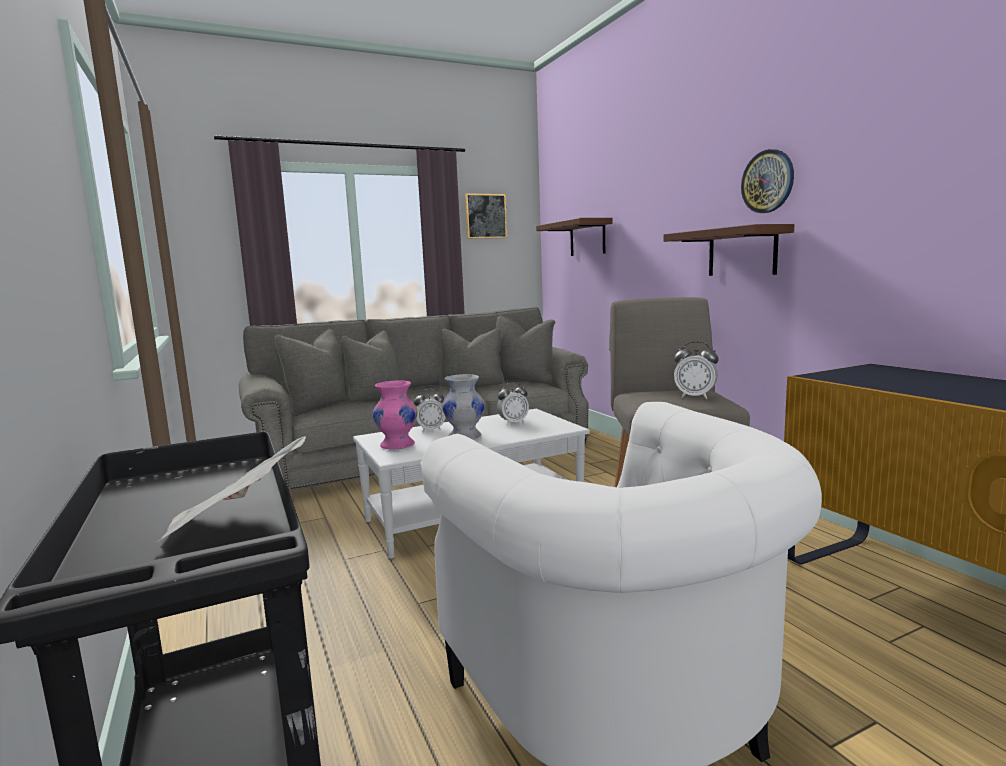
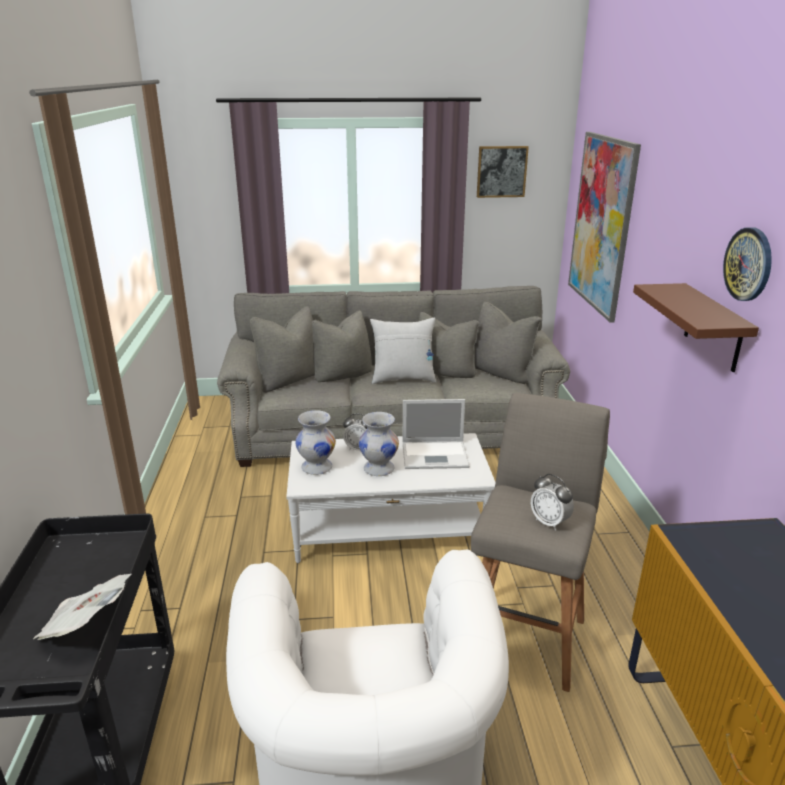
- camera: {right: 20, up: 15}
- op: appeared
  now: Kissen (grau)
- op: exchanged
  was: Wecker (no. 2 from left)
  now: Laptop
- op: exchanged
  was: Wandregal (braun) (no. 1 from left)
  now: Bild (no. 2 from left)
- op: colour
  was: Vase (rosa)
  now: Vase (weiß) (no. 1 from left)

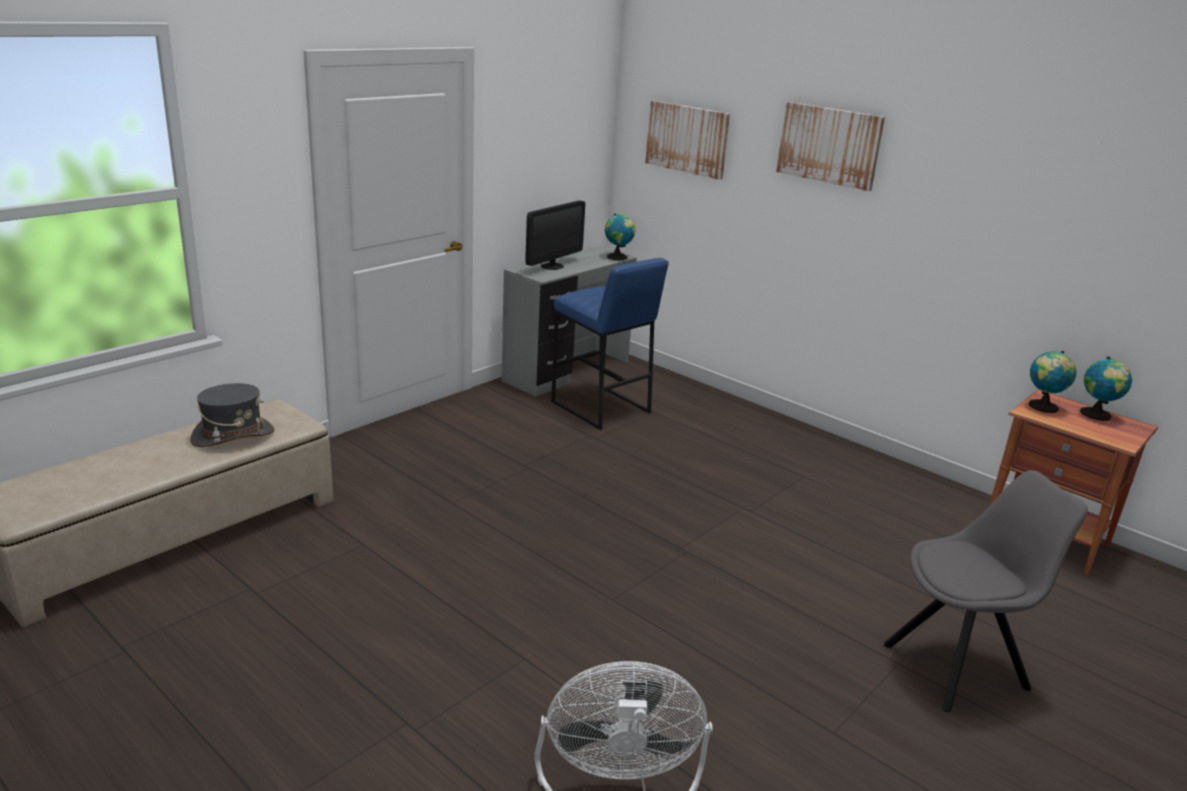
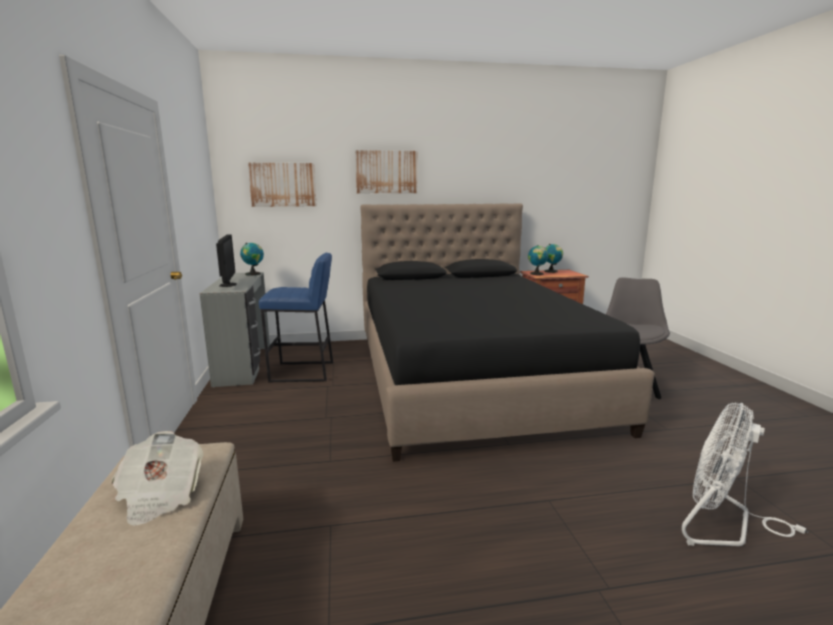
- camera: {right: -50, up: -10}
- op: appeared
  now: Bett (schwarz)
- op: exchanged
  was: Hut (grau)
  now: Zeitung

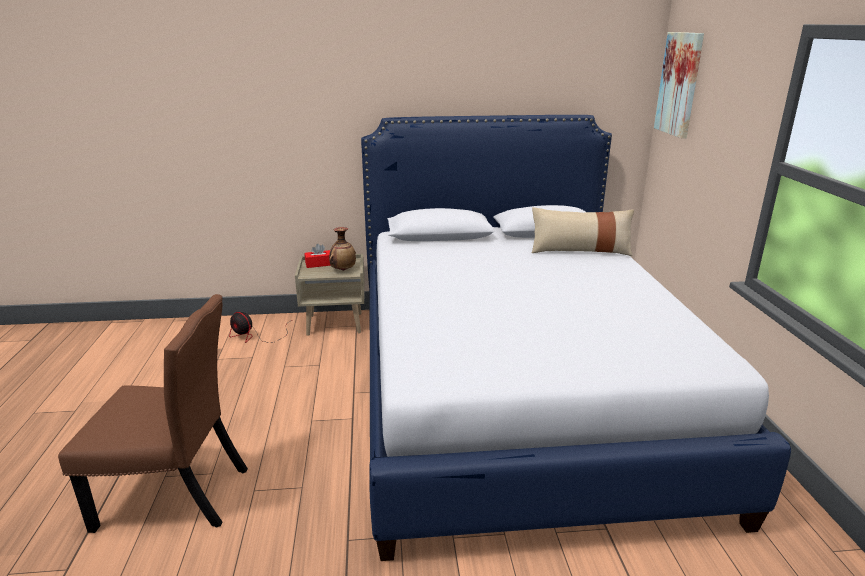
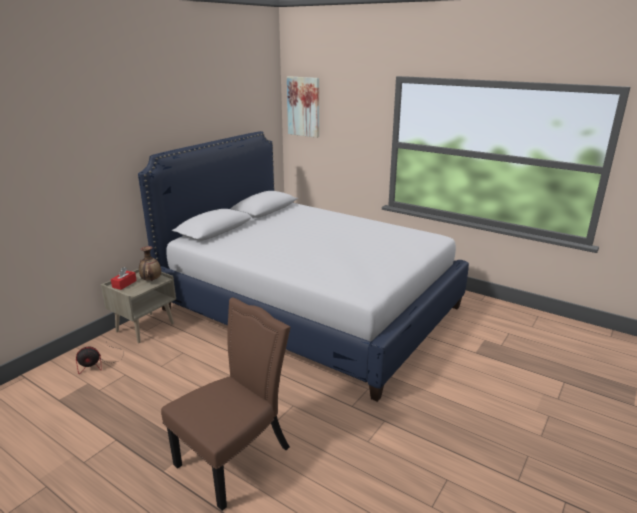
- camera: {right: -50, up: 0}
- op: missing
  was: Kissen (beige)

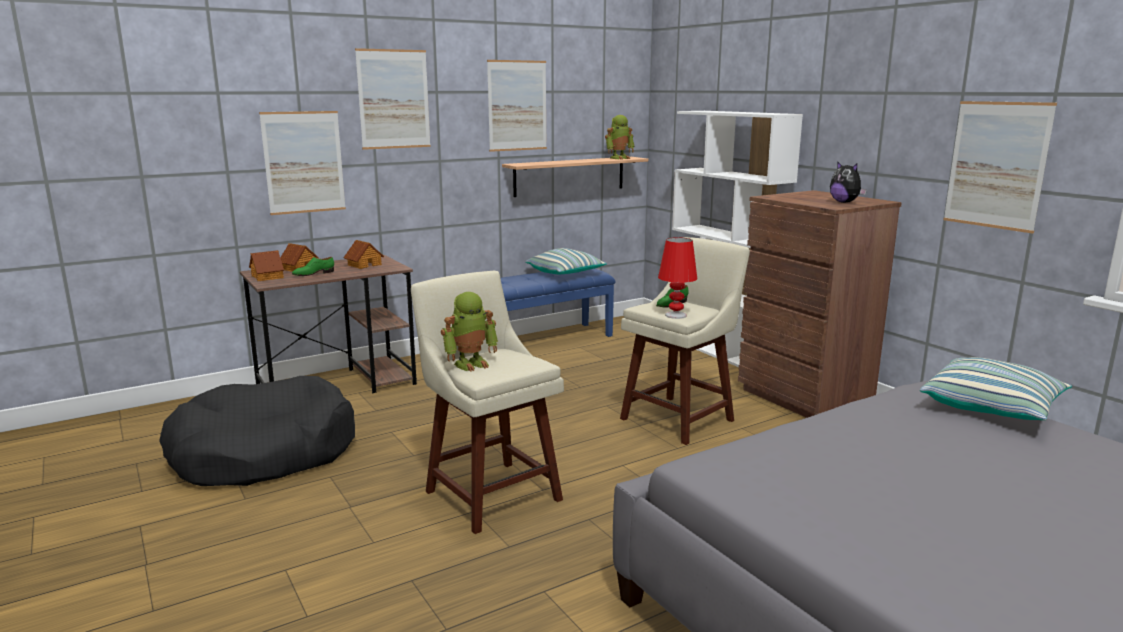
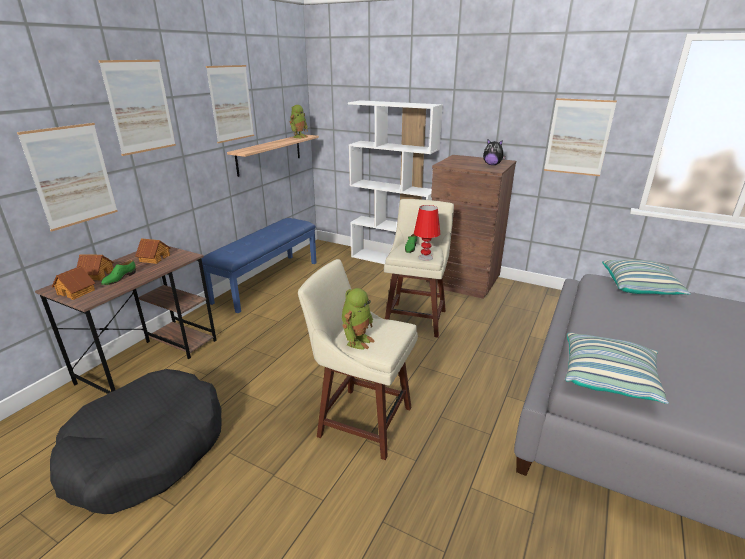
- camera: {right: -30, up: 10}
- op: relocated
  was: Kissen (no. 1 from left)

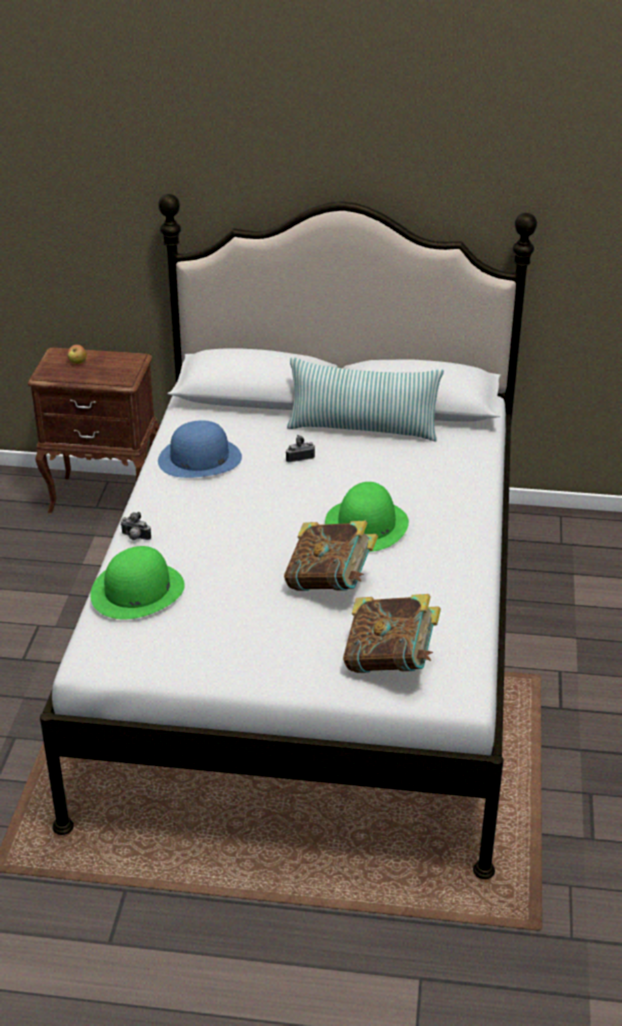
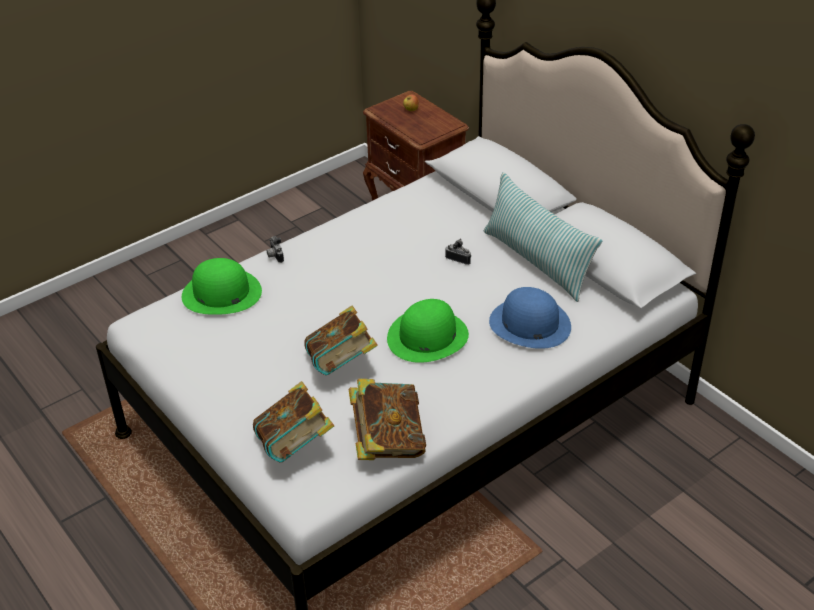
- camera: {right: 45, up: 5}
- op: appeared
  now: Buch (no. 3 from left)
- op: relocated
  was: Hut (blau)

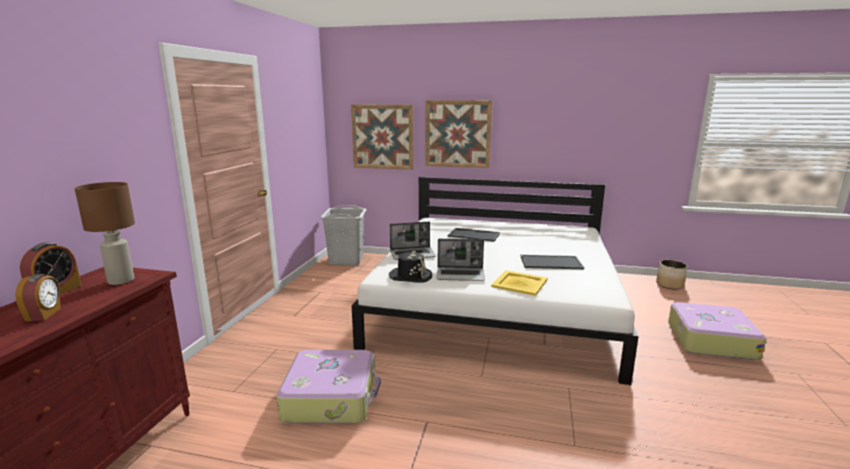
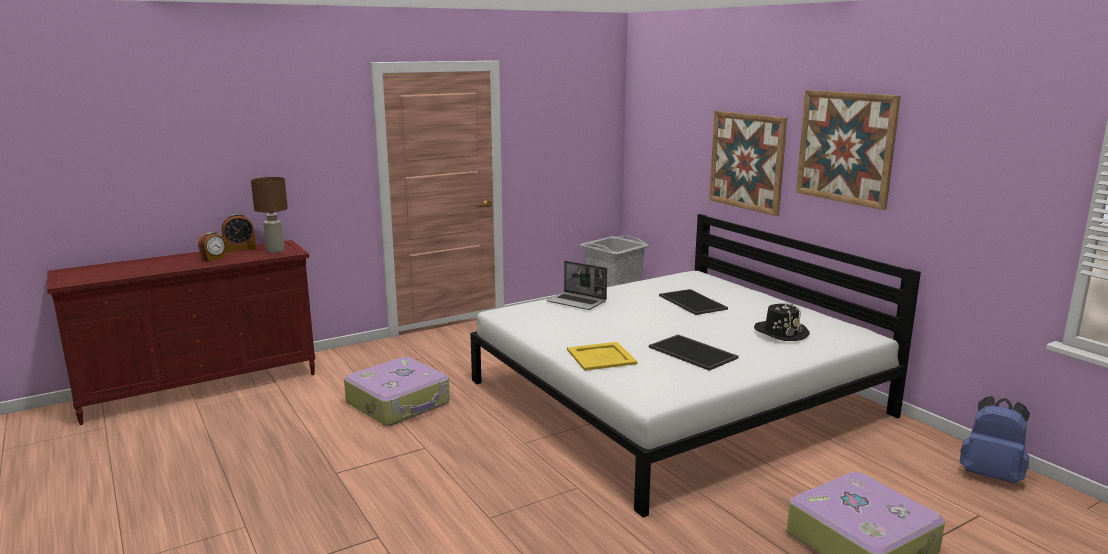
- camera: {right: 45, up: 0}
- op: missing
  was: Laptop (no. 2 from left)
- op: relocated
  was: Bild (no. 1 from left in the first image)
  now: Bild (no. 2 from left)
- op: relocated
  was: Hut (schwarz)
- op: exchanged
  was: Pflanzkübel
  now: Rucksack (blau)

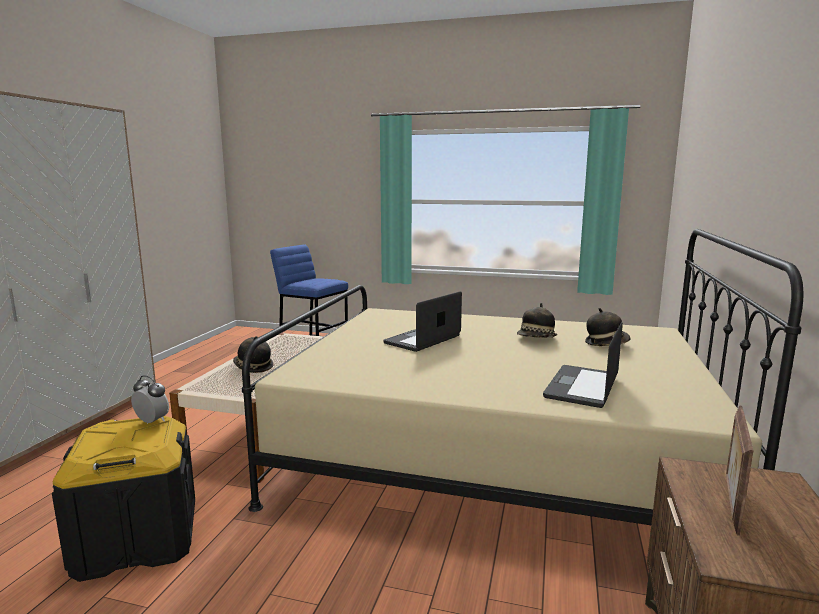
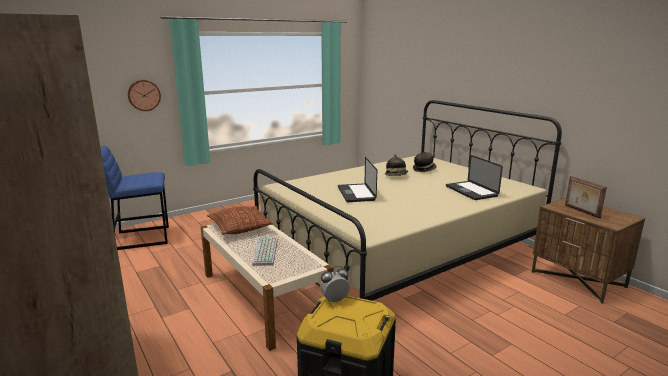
- camera: {right: -50, up: 5}
- op: appeared
  now: Wanduhr
- op: appeared
  now: Kissen (braun)
- op: exchanged
  was: Hut (no. 1 from left)
  now: Tastatur

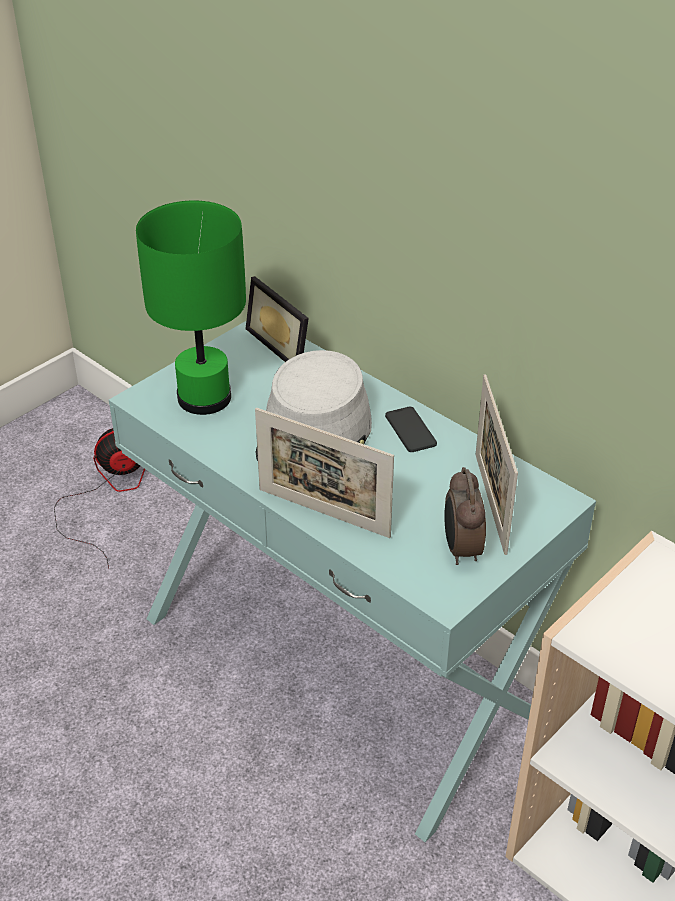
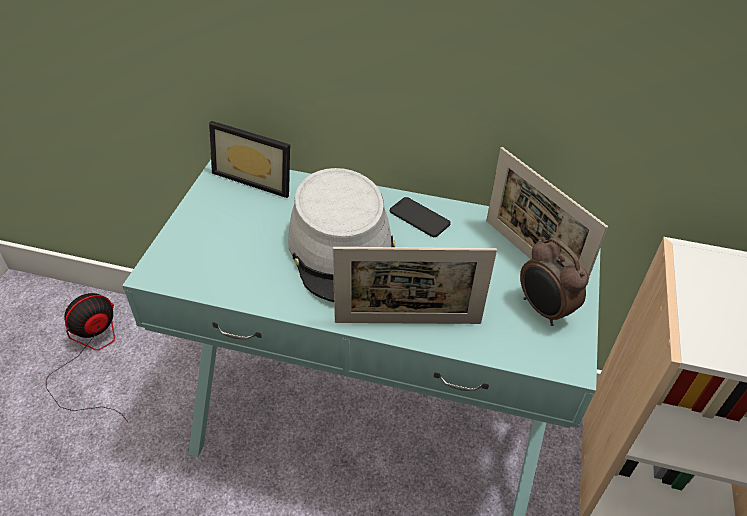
- camera: {right: -30, up: 5}
- op: missing
  was: Tischlampe (grün)

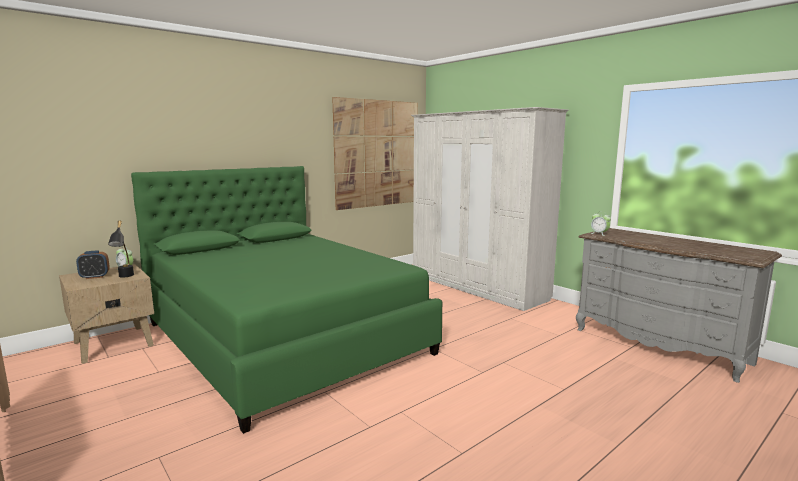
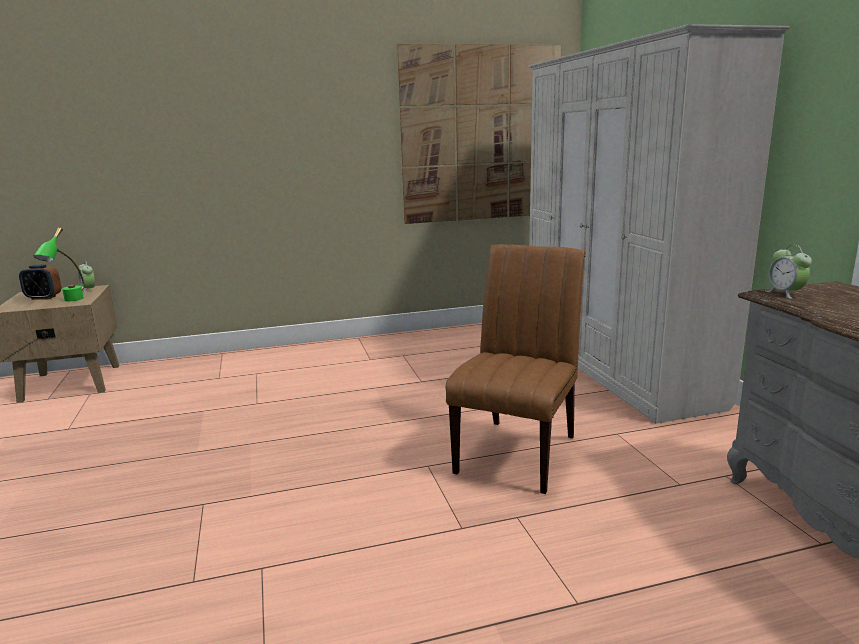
- camera: {right: 25, up: 5}
- op: missing
  was: Bett (grün)
- op: appeared
  now: Stuhl (braun)
- op: colour
  was: Tischlampe (schwarz)
  now: Tischlampe (grün)

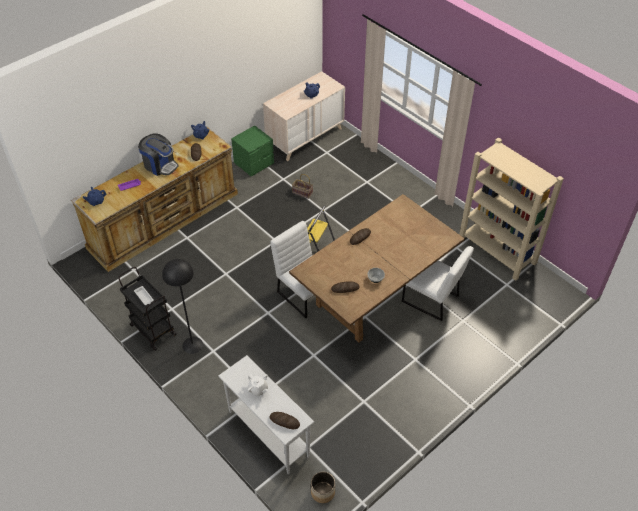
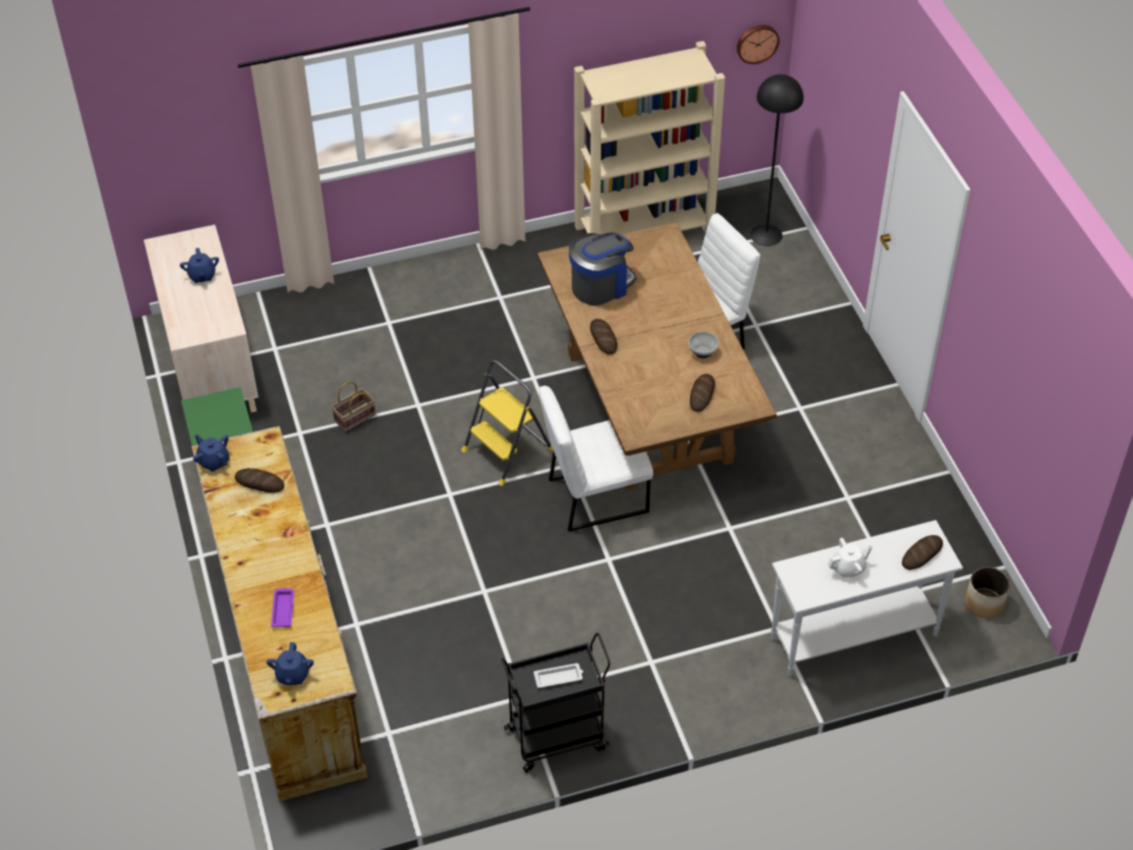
- camera: {right: -65, up: 0}
- op: appeared
  now: Wanduhr
- op: relocated
  was: Kaffeemaschine
- op: relocated
  was: Stehlampe (schwarz)

